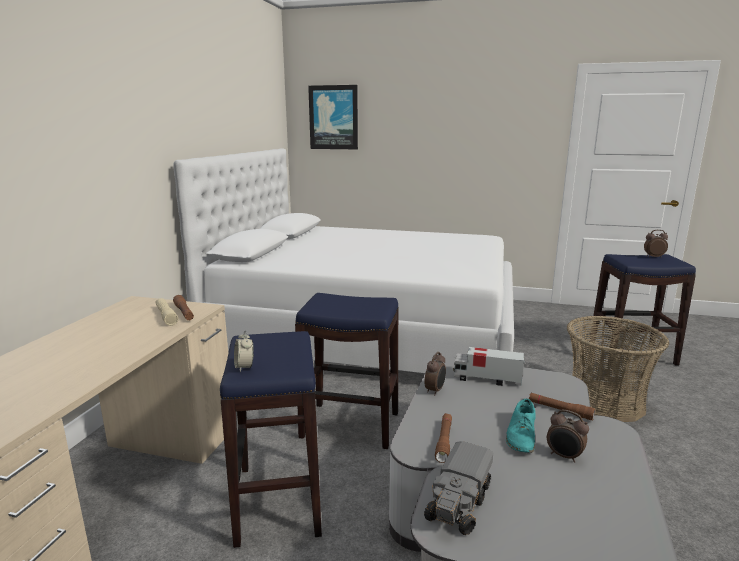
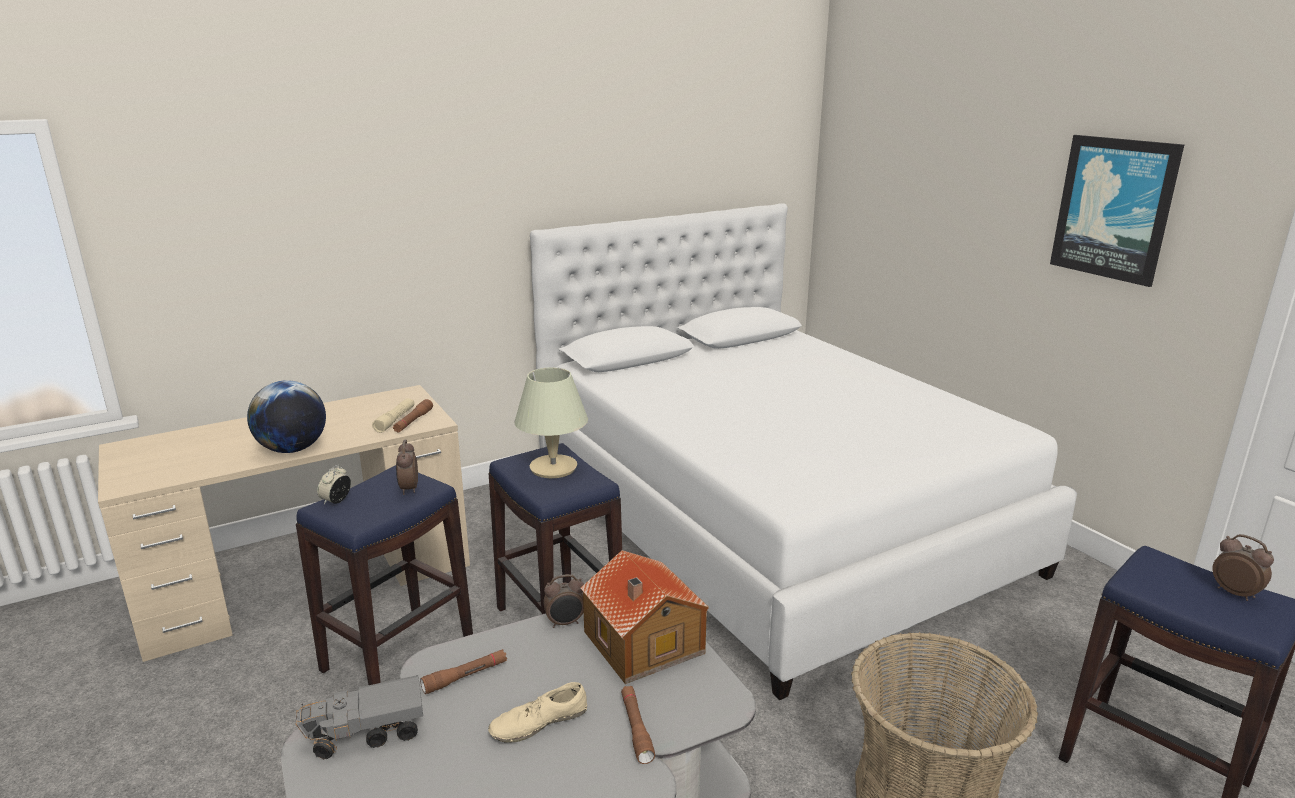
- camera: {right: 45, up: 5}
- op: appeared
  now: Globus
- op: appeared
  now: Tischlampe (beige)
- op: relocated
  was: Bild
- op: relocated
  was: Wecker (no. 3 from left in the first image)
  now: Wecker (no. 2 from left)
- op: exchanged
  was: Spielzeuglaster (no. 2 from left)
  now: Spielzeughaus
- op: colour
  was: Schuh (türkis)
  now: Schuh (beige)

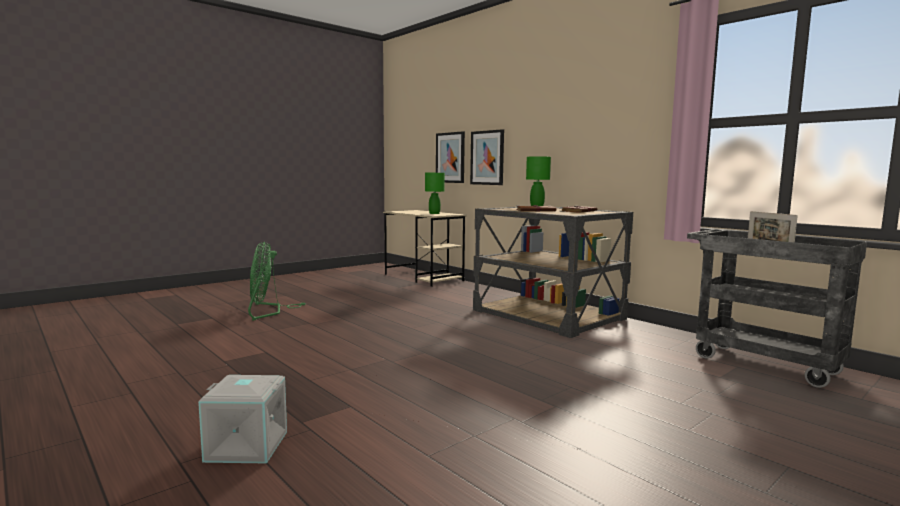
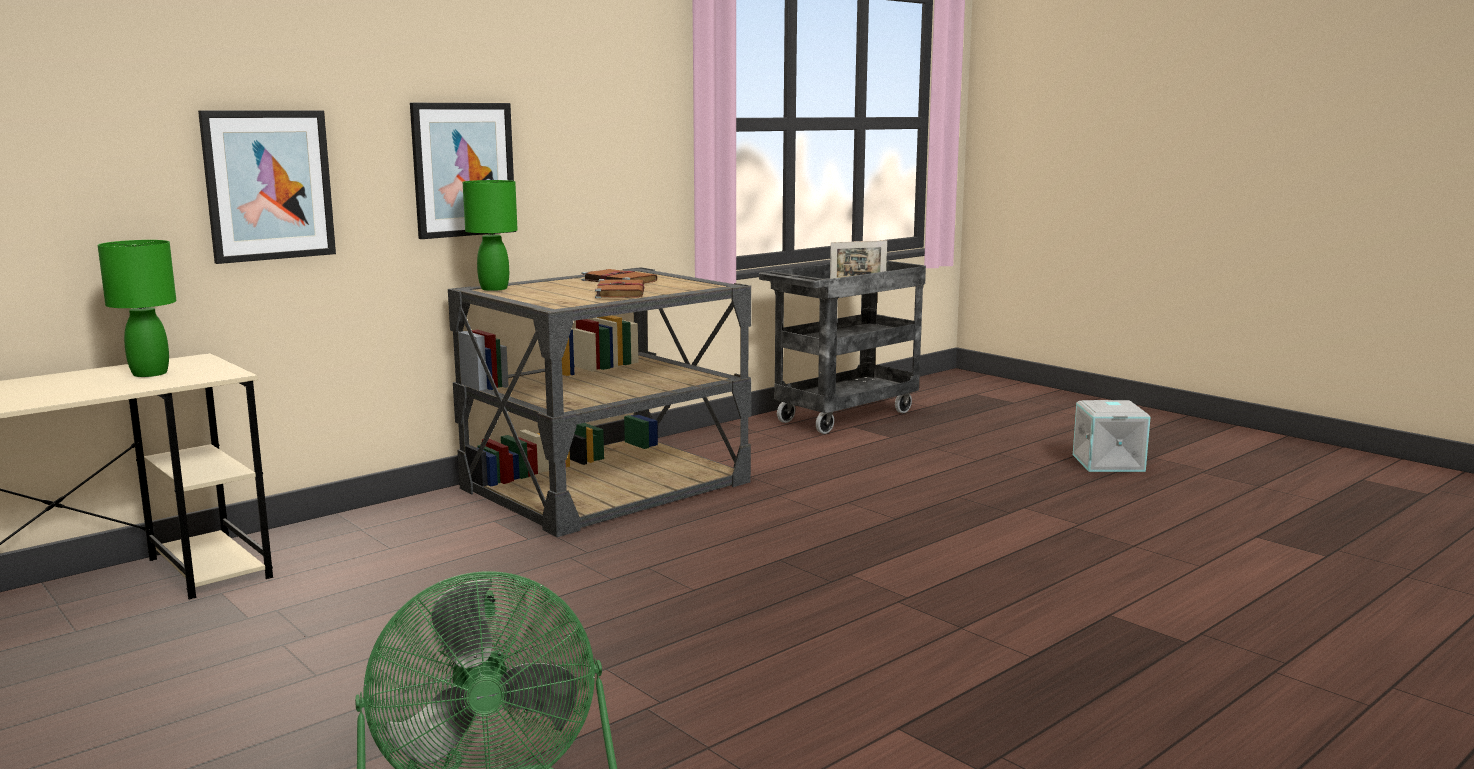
- camera: {right: -90, up: 5}
- op: relocated
  was: Aufbewahrungsbox (grau)
- op: relocated
  was: Bild (no. 1 from left in the first image)
  now: Bild (no. 2 from left)

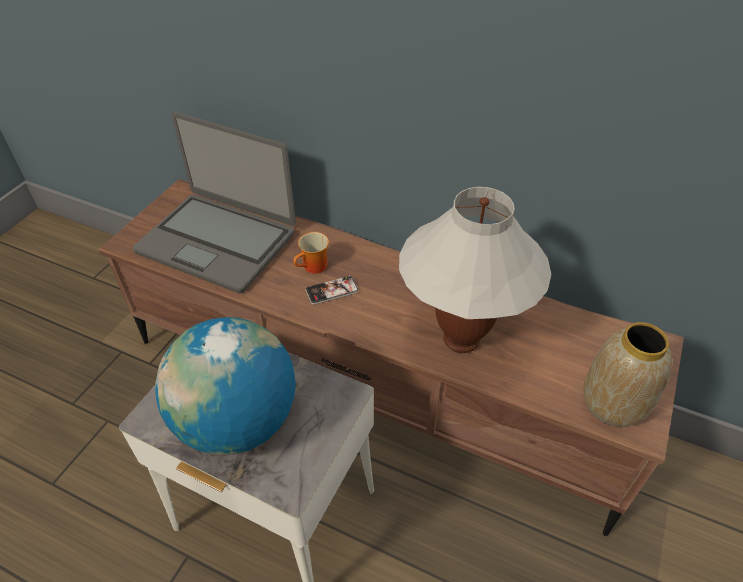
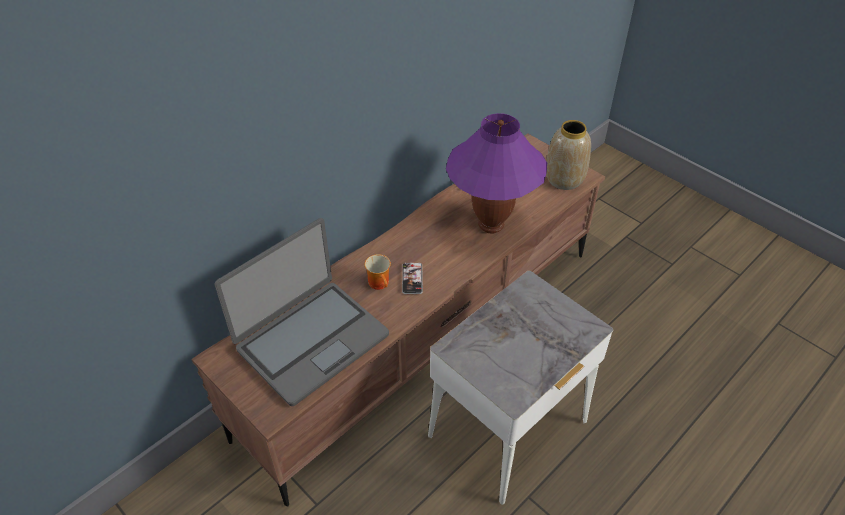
- camera: {right: -70, up: 0}
- op: missing
  was: Globus
- op: colour
  was: Tischlampe (weiß)
  now: Tischlampe (lila)

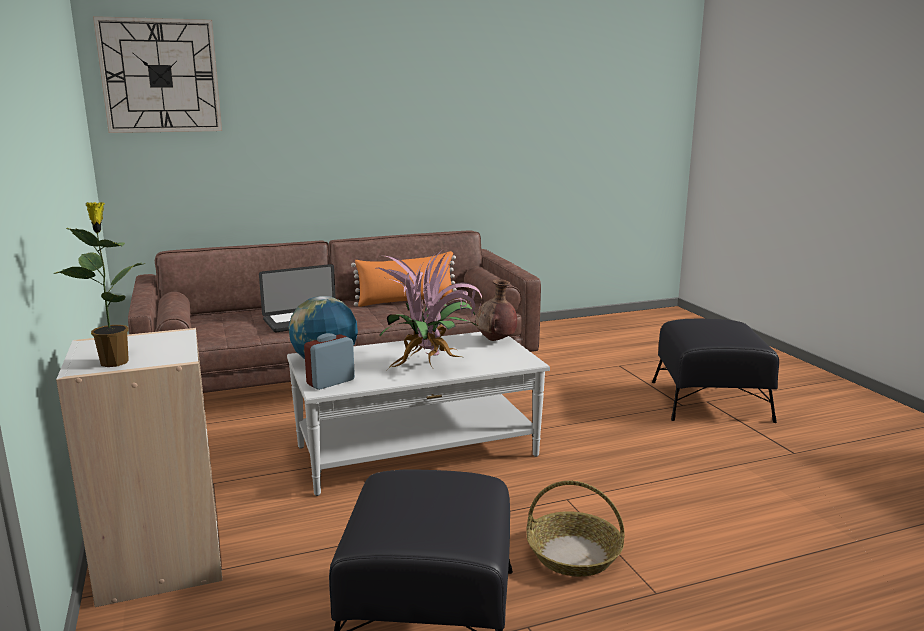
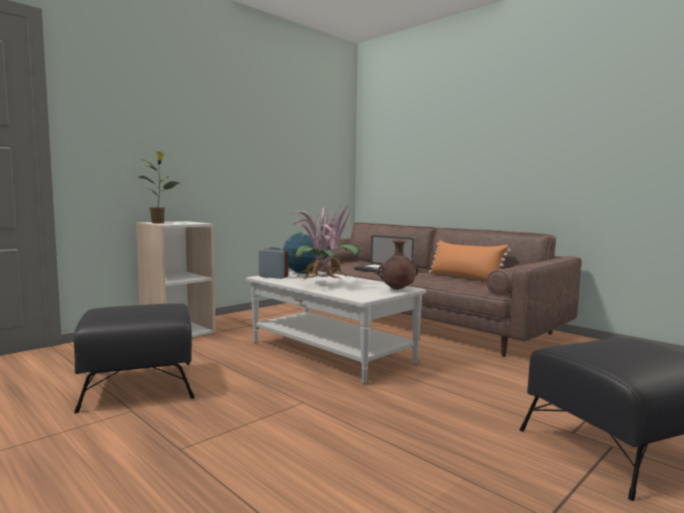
- camera: {right: 65, up: -10}
- op: missing
  was: Wanduhr
- op: missing
  was: Korb

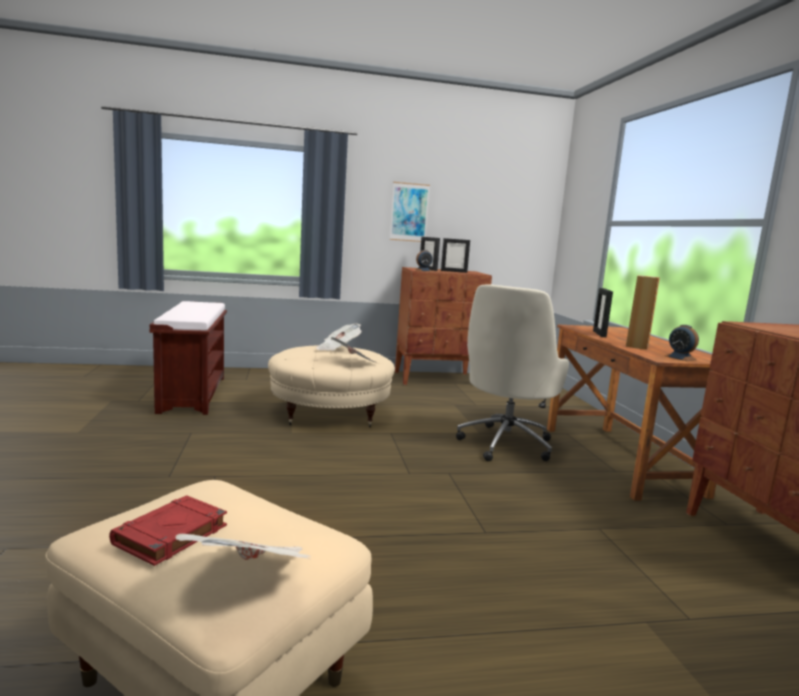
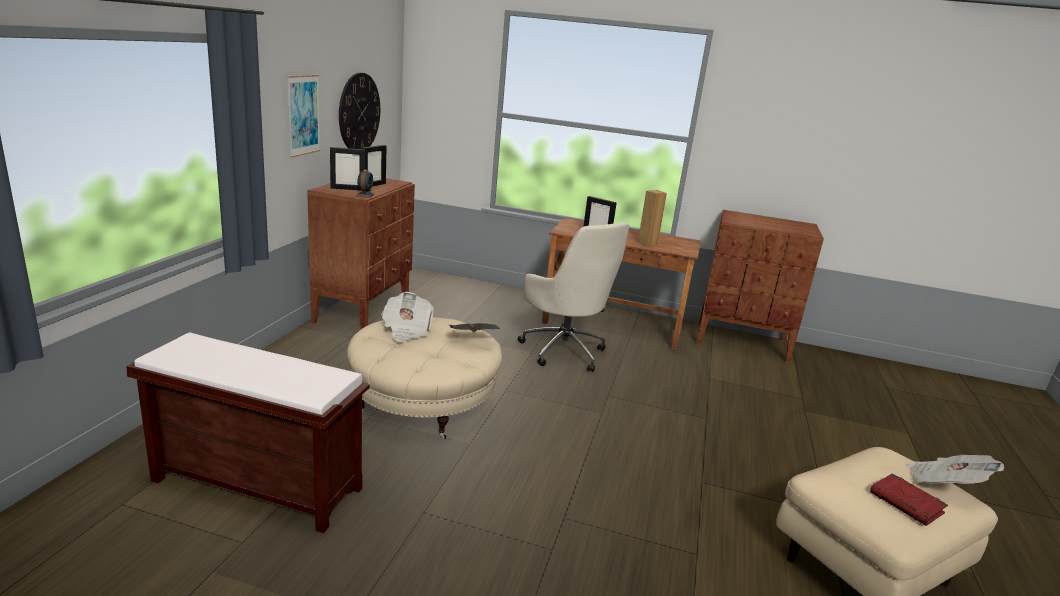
- camera: {right: -65, up: 10}
- op: missing
  was: Wecker (no. 2 from left)
- op: appeared
  now: Wanduhr

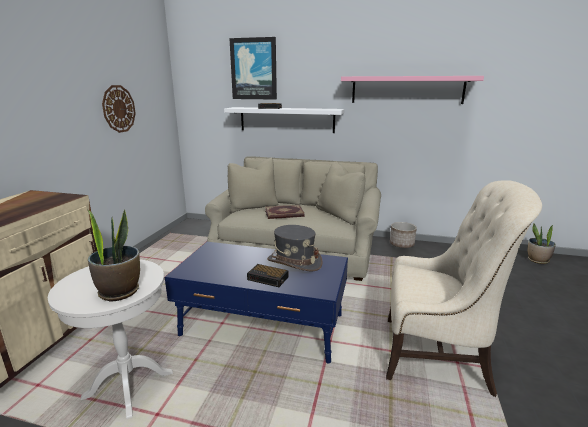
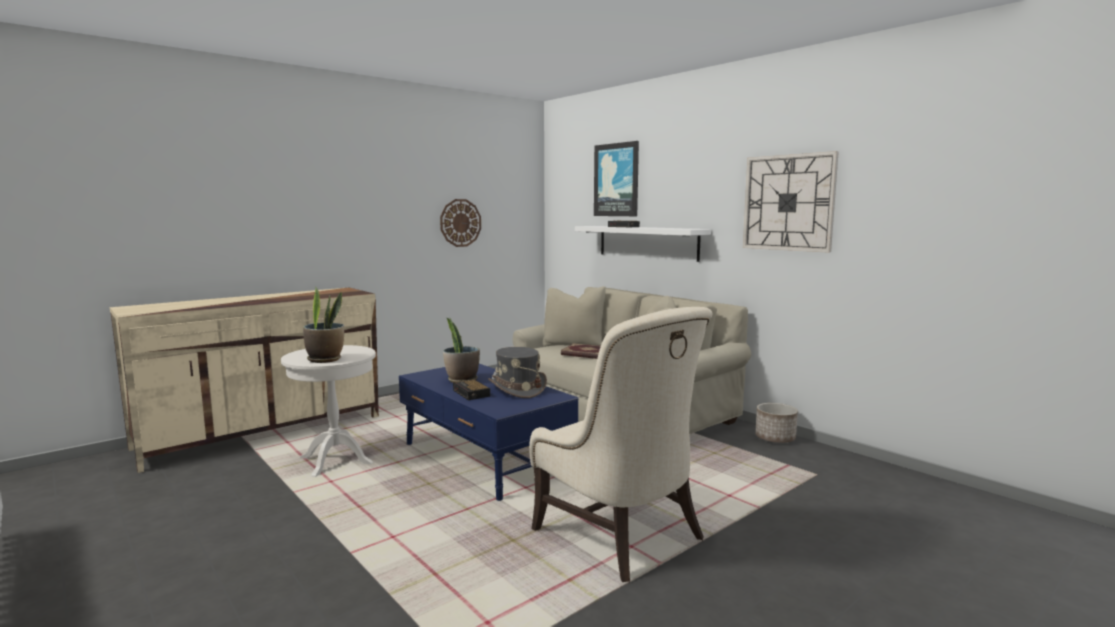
- camera: {right: 35, up: -10}
- op: relocated
  was: Topfpflanze (no. 2 from left)
- op: exchanged
  was: Wandregal (rosa)
  now: Wanduhr (no. 2 from left)

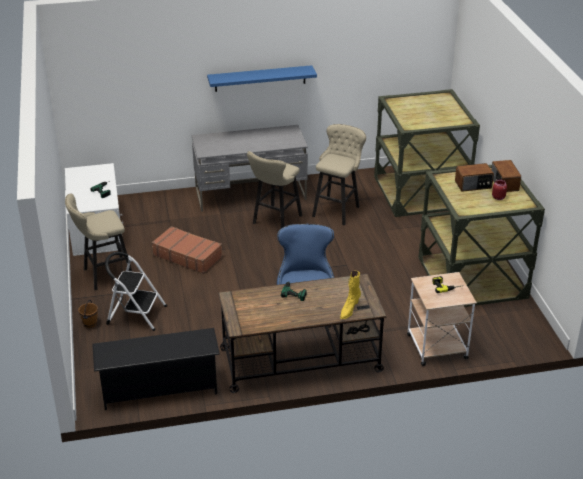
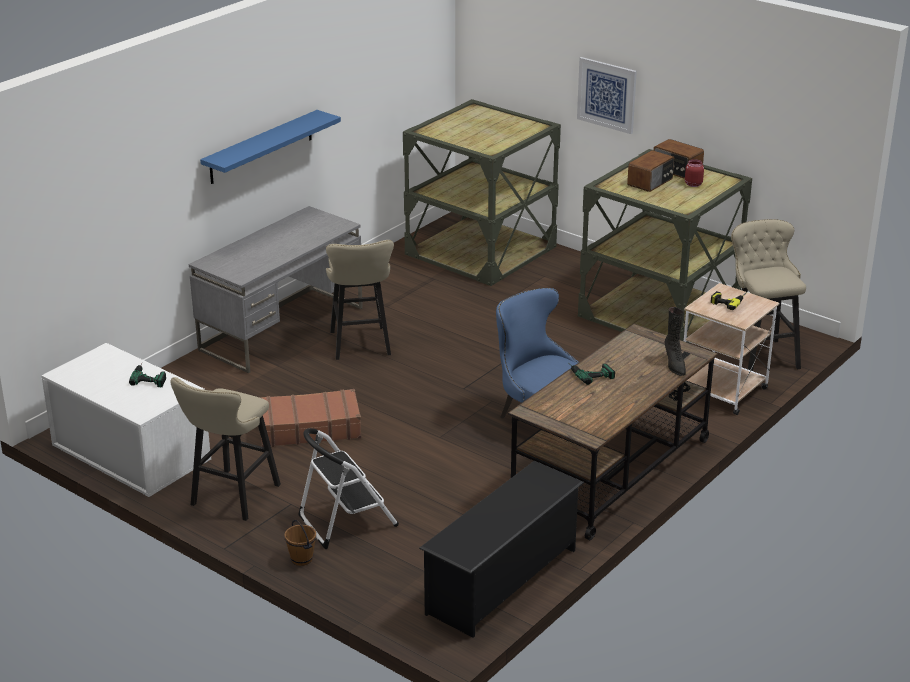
- camera: {right: -40, up: -5}
- op: appeared
  now: Bild
- op: relocated
  was: Hocker (beige) (no. 3 from left)
- op: colour
  was: Stiefel (gelb)
  now: Stiefel (schwarz)

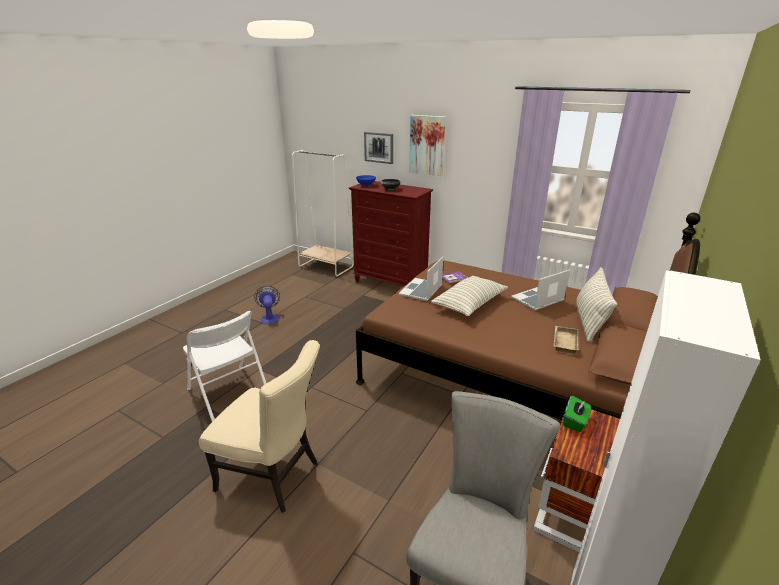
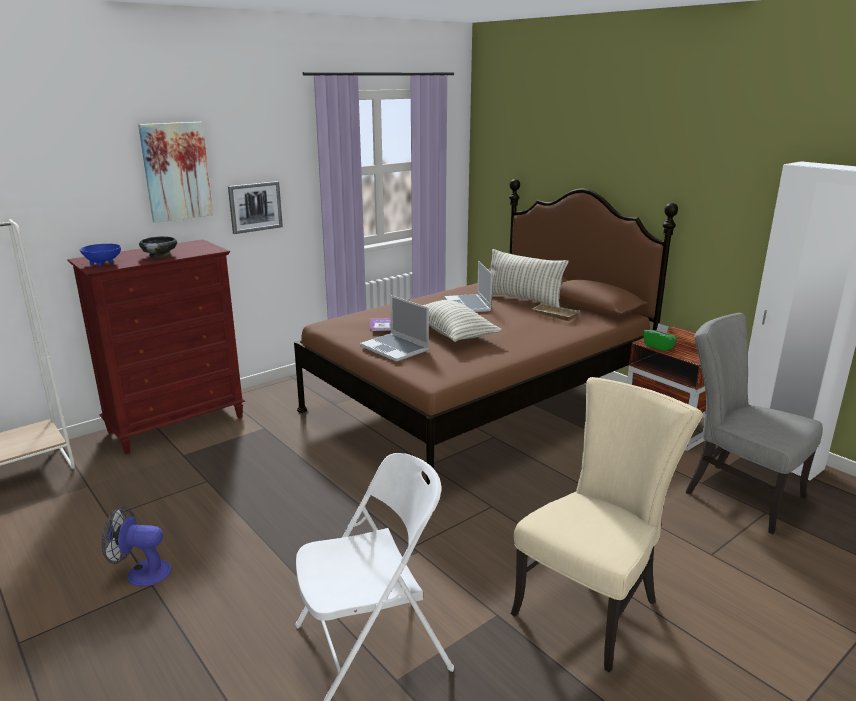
- camera: {right: -70, up: -5}
- op: relocated
  was: Bild (no. 1 from left in the first image)
  now: Bild (no. 2 from left)

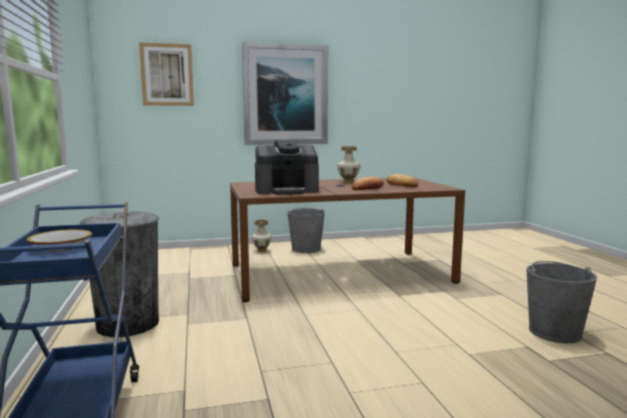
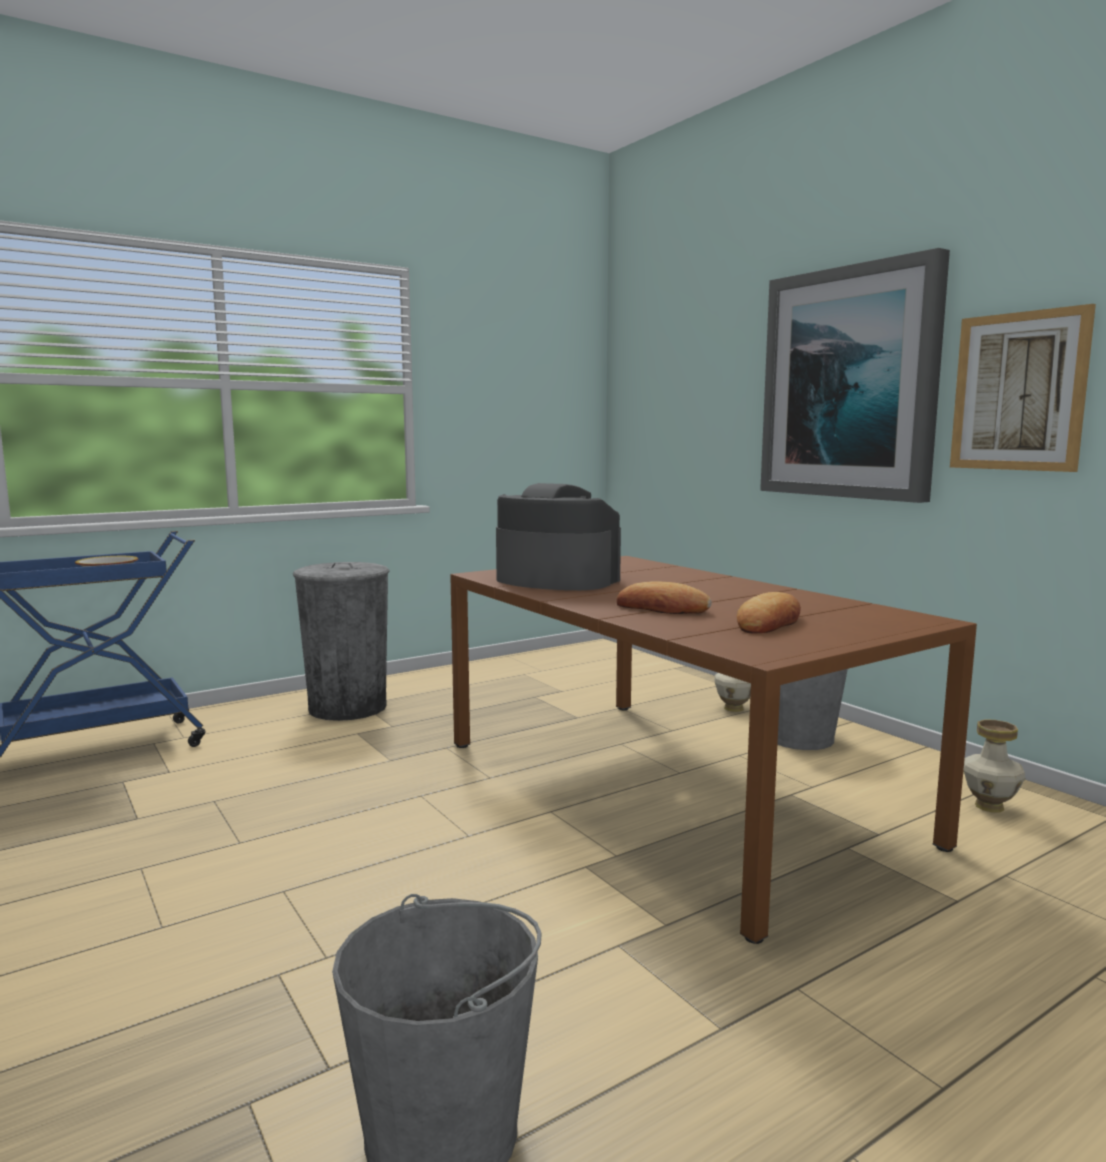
- camera: {right: 70, up: 0}
- op: relocated
  was: Bild (no. 1 from left in the first image)
  now: Bild (no. 2 from left)
- op: relocated
  was: Vase (no. 2 from left)
- op: spun
  was: Kaffeemaschine
  clockwise: 150

